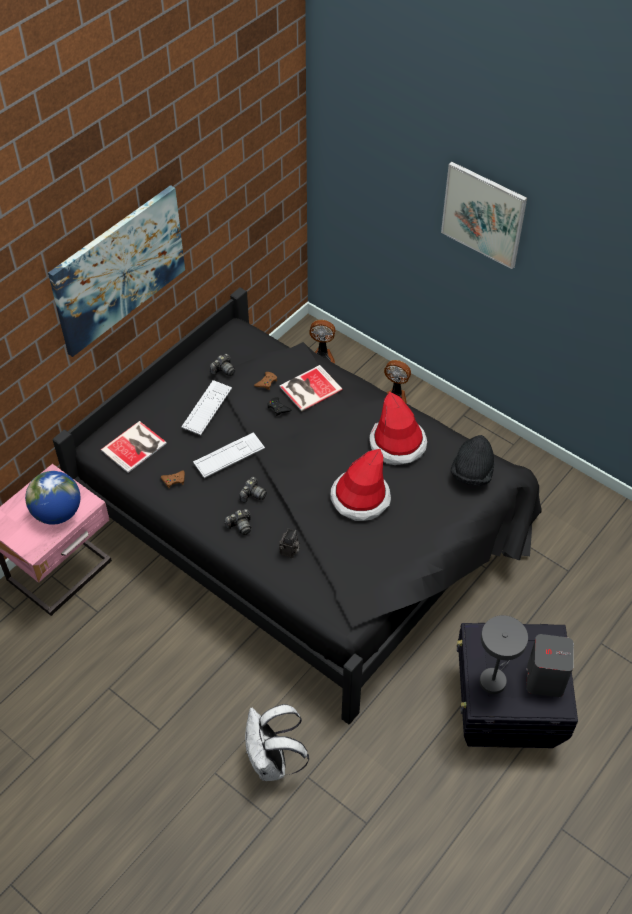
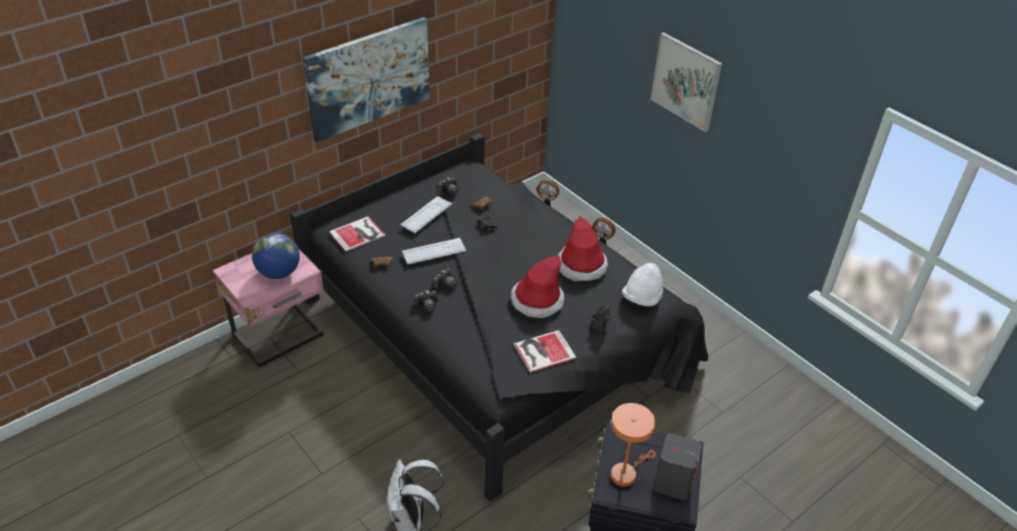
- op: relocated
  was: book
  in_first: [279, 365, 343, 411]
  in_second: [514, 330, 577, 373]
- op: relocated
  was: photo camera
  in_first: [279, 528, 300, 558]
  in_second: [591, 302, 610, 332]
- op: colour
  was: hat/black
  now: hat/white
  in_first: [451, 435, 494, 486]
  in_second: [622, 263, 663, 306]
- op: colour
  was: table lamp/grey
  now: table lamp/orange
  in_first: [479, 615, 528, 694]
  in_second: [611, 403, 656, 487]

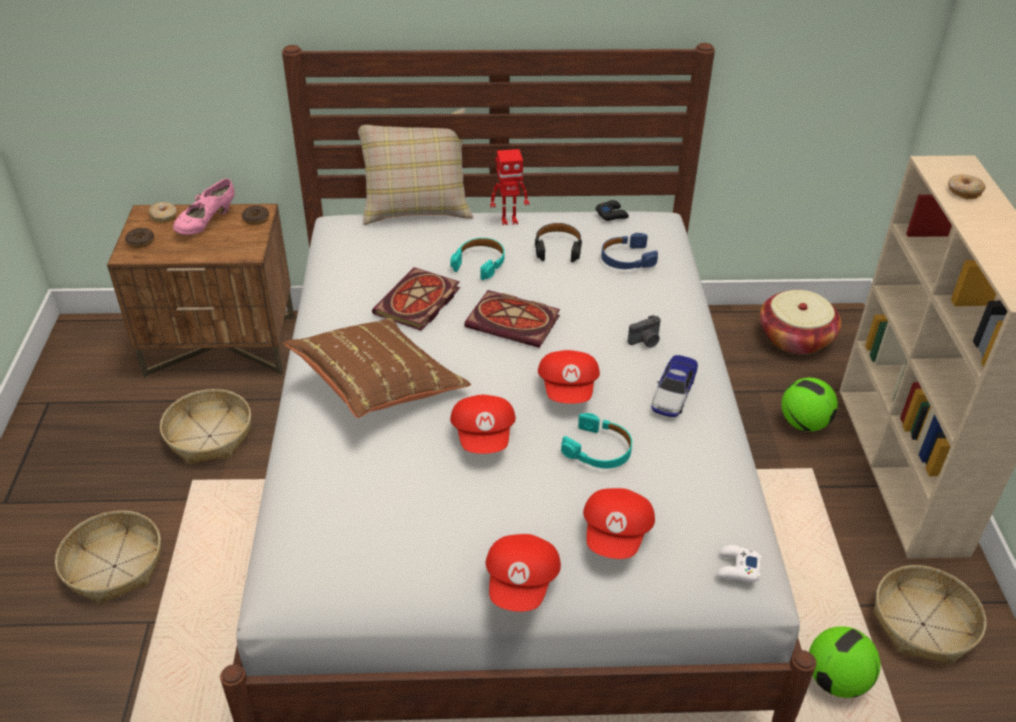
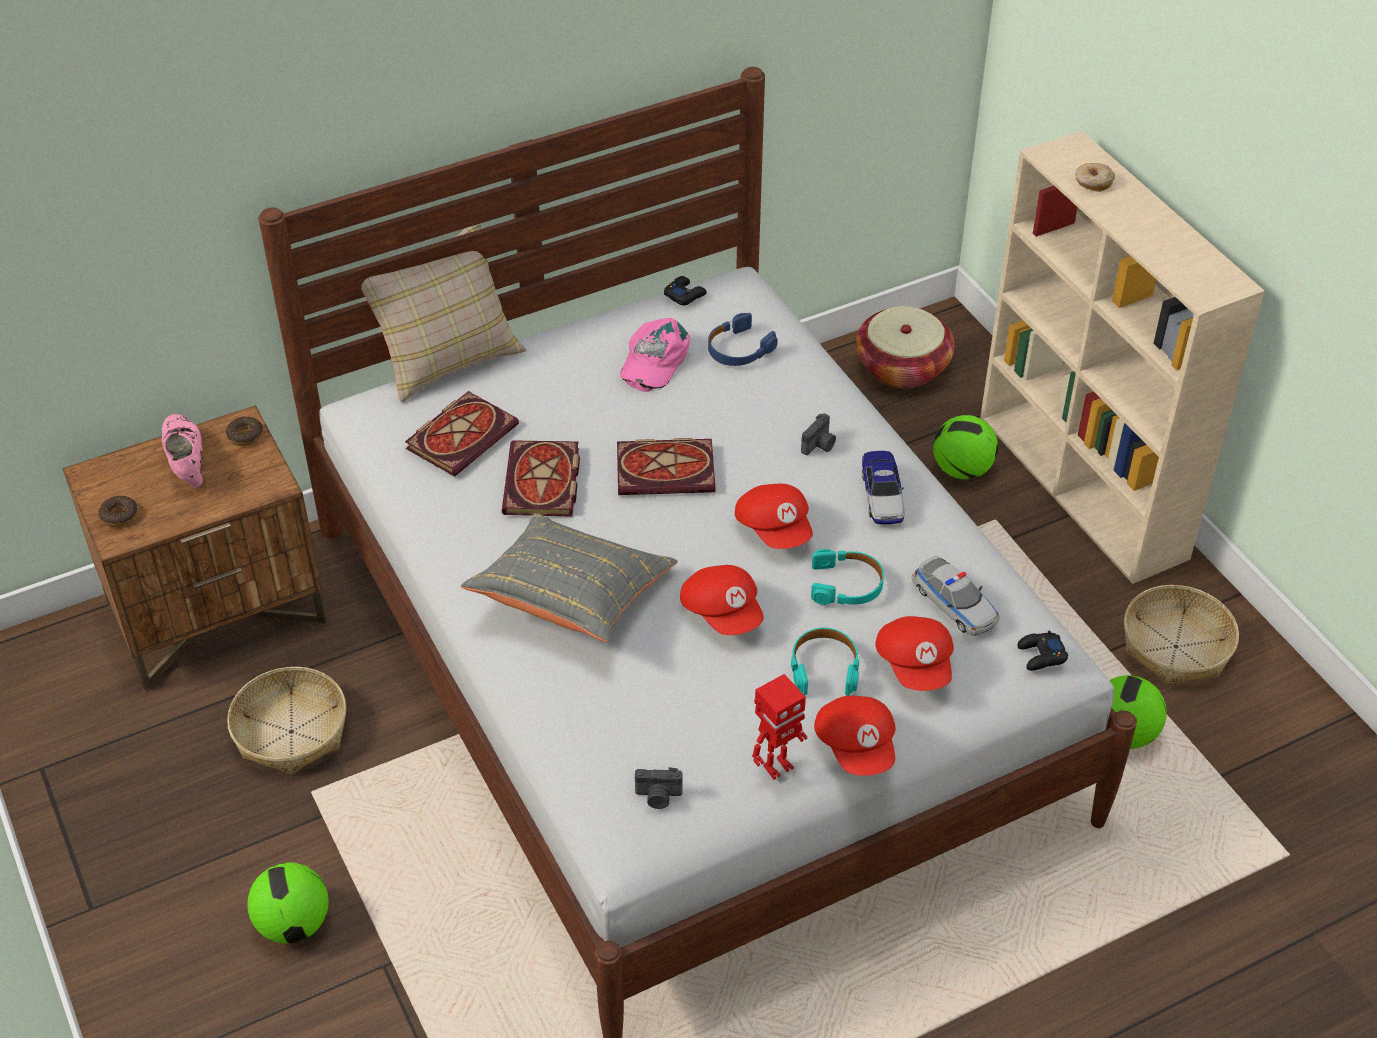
- op: missing
  was: donut
  in_first: [148, 202, 177, 222]
- op: appeared
  now: book
  in_second: [405, 391, 519, 477]
- op: appeared
  now: photo camera
  in_second: [635, 767, 683, 809]
- op: appeared
  now: toy car
  in_second: [912, 555, 999, 636]
- op: relocated
  was: headphones/turquoise
  in_first: [450, 238, 505, 280]
  in_second: [791, 627, 860, 696]
- op: relocated
  was: toy robot
  in_first: [490, 149, 529, 225]
  in_second: [752, 674, 807, 780]
- op: exchanged
  was: basket
  now: football
  in_first: [55, 511, 161, 605]
  in_second: [247, 862, 329, 943]
- op: exchanged
  was: headphones/black
  now: cap/pink
  in_first: [535, 223, 582, 262]
  in_second: [620, 318, 690, 392]
- op: colour
  was: pillow/brown
  now: pillow/grey
  in_first: [283, 318, 471, 418]
  in_second: [461, 513, 678, 642]
- op: colour
  was: game controller/white
  now: game controller/black
  in_first: [717, 545, 762, 582]
  in_second: [1017, 631, 1068, 671]
- op: spun
  was: shoe/pink
  in_first: [173, 178, 235, 235]
  in_second: [162, 414, 203, 488]
  clockwise: 150

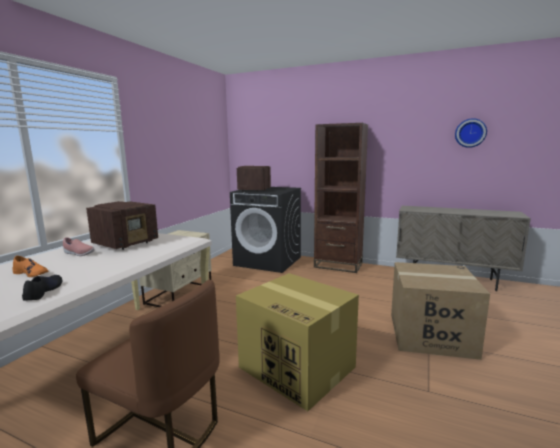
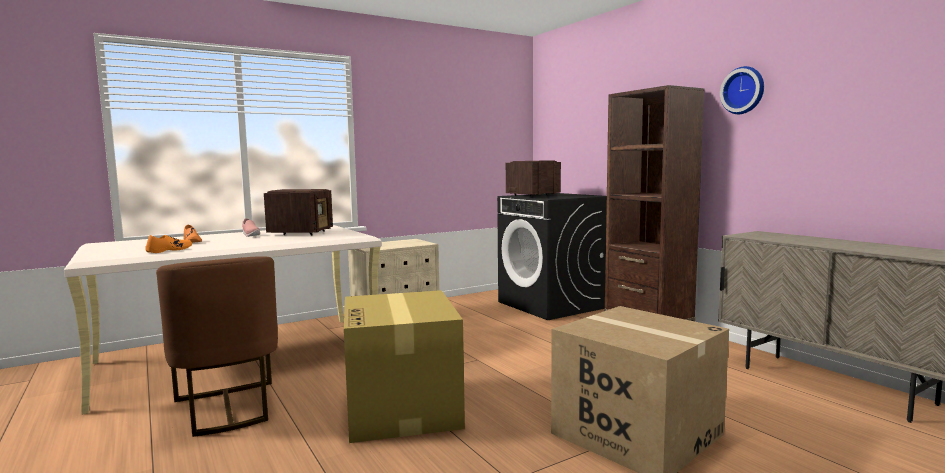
- op: relocated
  was: wall clock
  in_first: [455, 118, 487, 148]
  in_second: [720, 66, 764, 114]
- op: colour
  was: shoe/black
  now: shoe/orange
  in_first: [22, 275, 63, 301]
  in_second: [145, 235, 192, 253]
- op: spun
  was: radio
  in_first: [86, 201, 158, 250]
  in_second: [264, 189, 333, 236]
  clockwise: -60

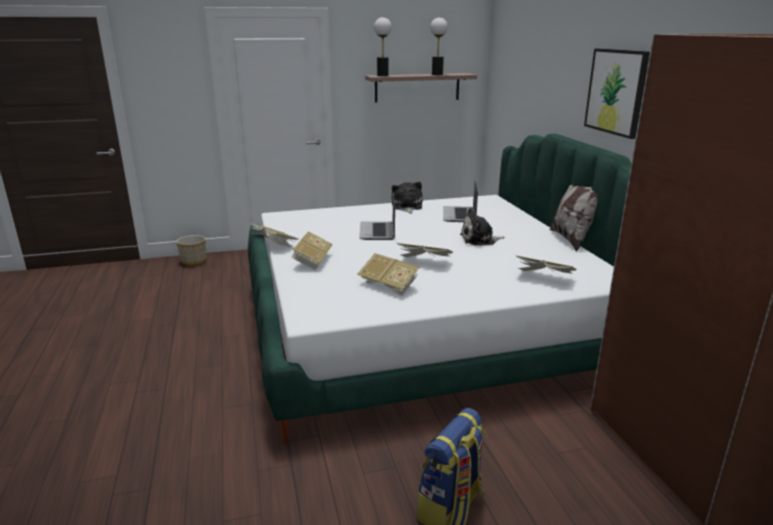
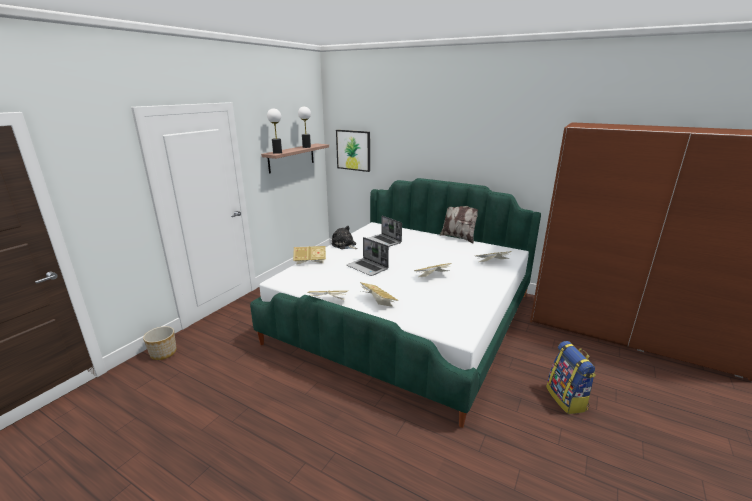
- op: missing
  was: plush toy
  in_first: [460, 208, 505, 246]
- op: relocated
  was: book
  in_first: [357, 253, 419, 296]
  in_second: [293, 246, 326, 264]
- op: relocated
  was: picture
  in_first: [584, 48, 650, 139]
  in_second: [336, 130, 370, 172]

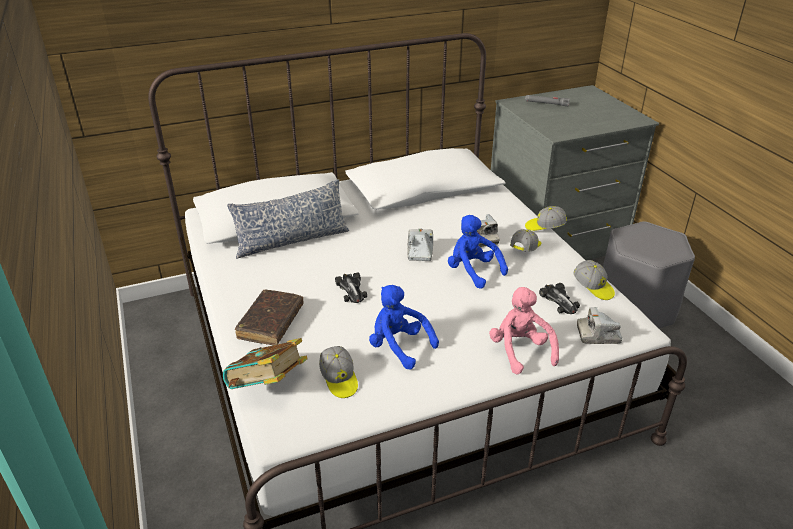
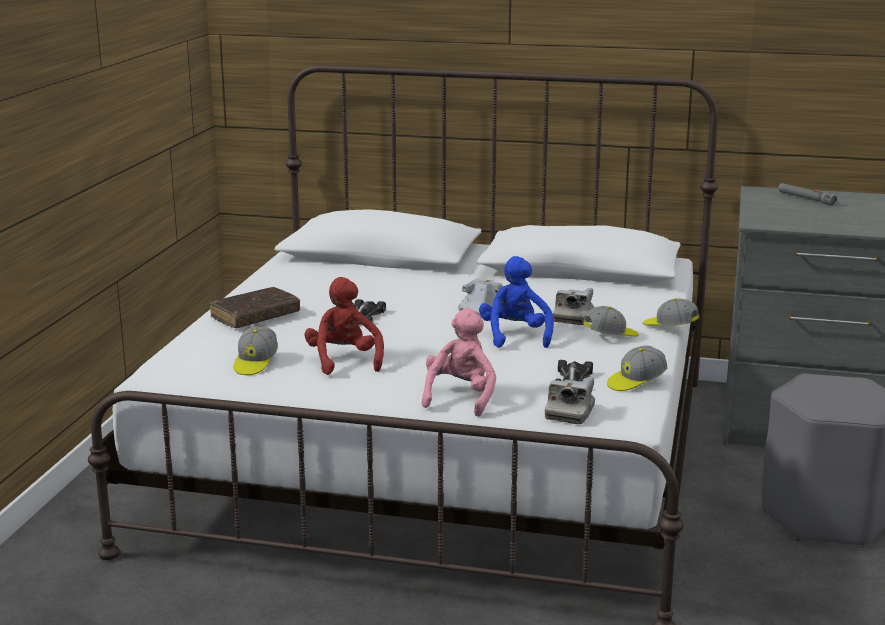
- op: missing
  was: book
  in_first: [223, 338, 308, 389]
- op: missing
  was: pillow
  in_first: [227, 179, 350, 259]
- op: colour
  was: plush toy/blue
  now: plush toy/red
  in_first: [369, 285, 439, 370]
  in_second: [304, 277, 384, 375]
- op: spun
  was: cap
  in_first: [573, 260, 615, 300]
  in_second: [607, 345, 668, 391]
  clockwise: 60
- op: spun
  was: photo camera
  in_first: [577, 307, 623, 344]
  in_second: [545, 377, 595, 424]
  clockwise: -105

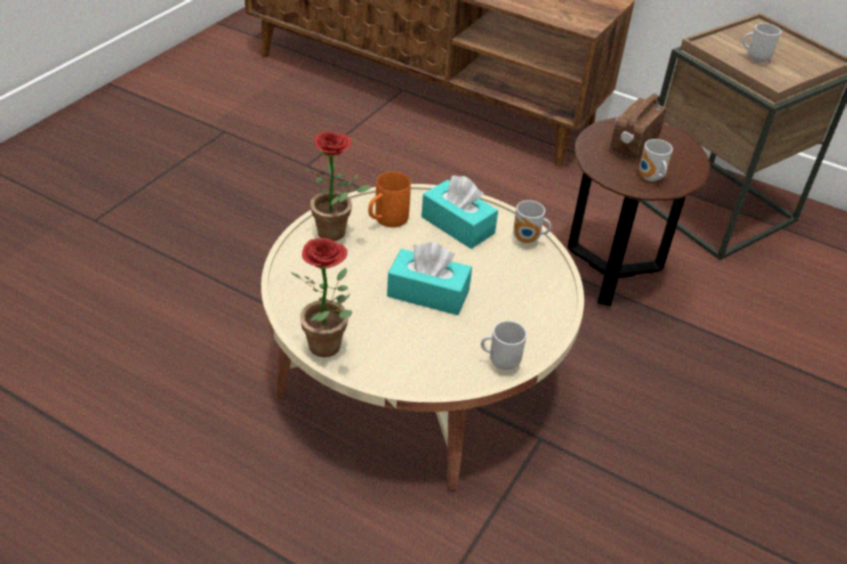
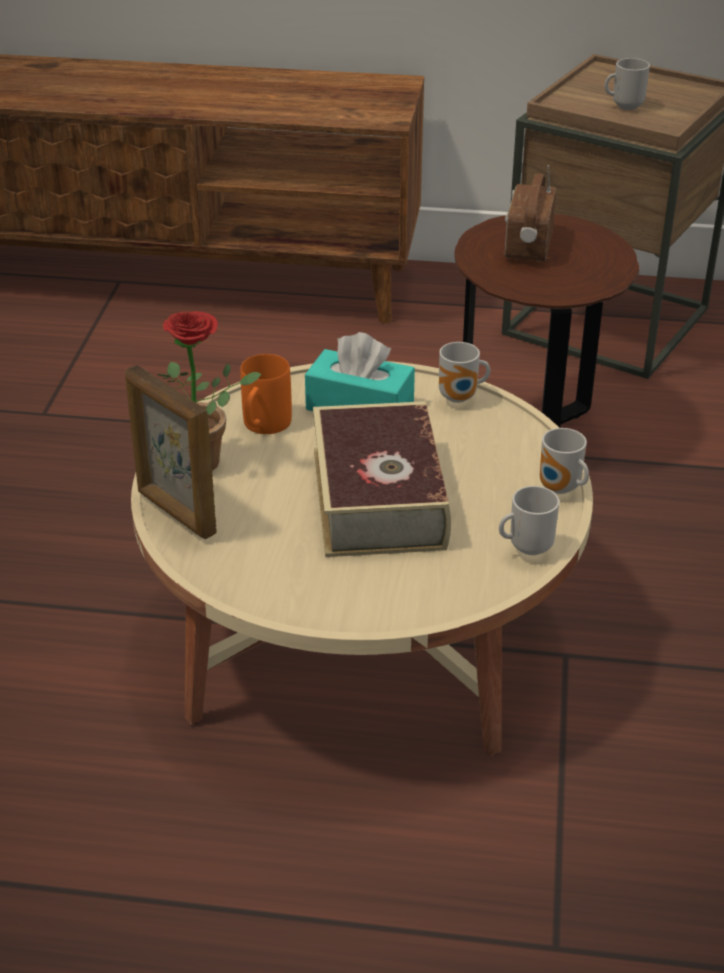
- op: missing
  was: potted plant
  in_first: [291, 238, 352, 357]
- op: appeared
  now: picture frame
  in_second: [125, 365, 217, 539]
- op: relocated
  was: mug
  in_first: [639, 139, 673, 181]
  in_second: [540, 428, 589, 494]
- op: exchanged
  was: tissue box/turquoise
  now: book
  in_first: [387, 242, 472, 315]
  in_second: [313, 401, 451, 557]

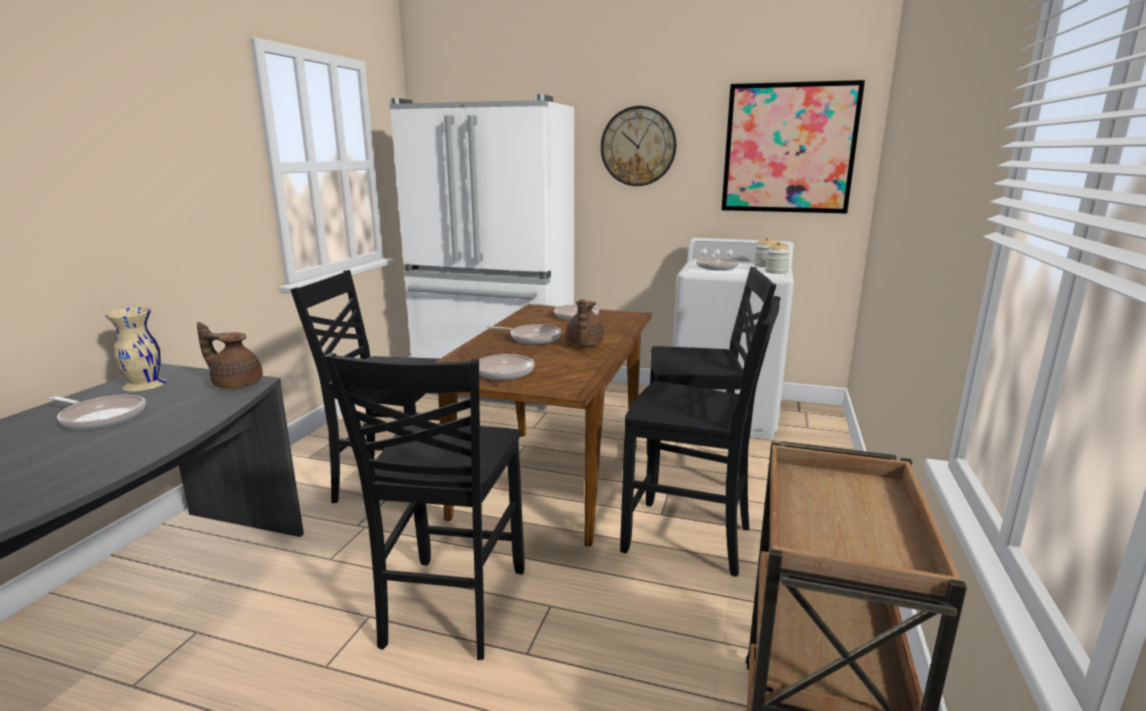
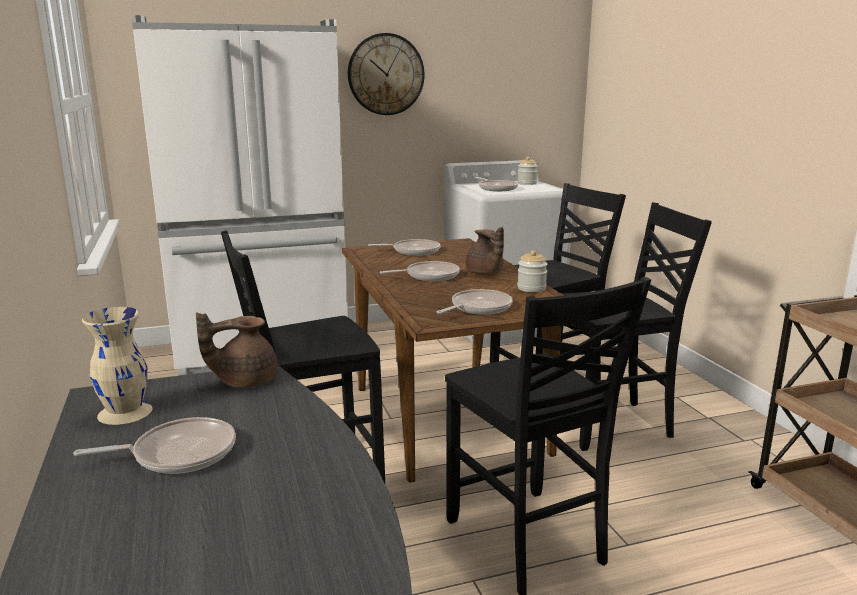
- op: missing
  was: picture
  in_first: [721, 80, 865, 213]
- op: relocated
  was: jar
  in_first: [765, 241, 790, 274]
  in_second: [517, 250, 548, 292]

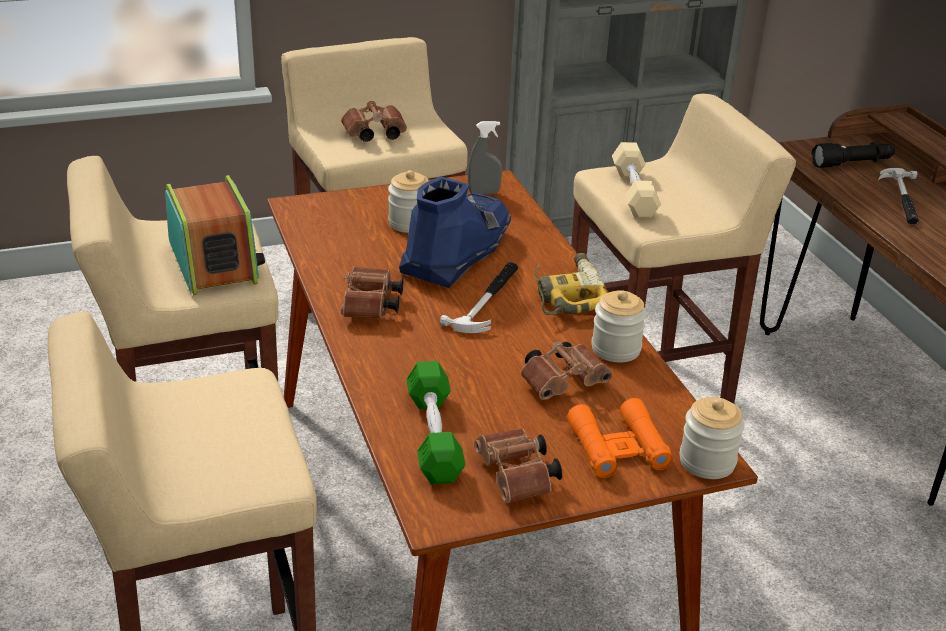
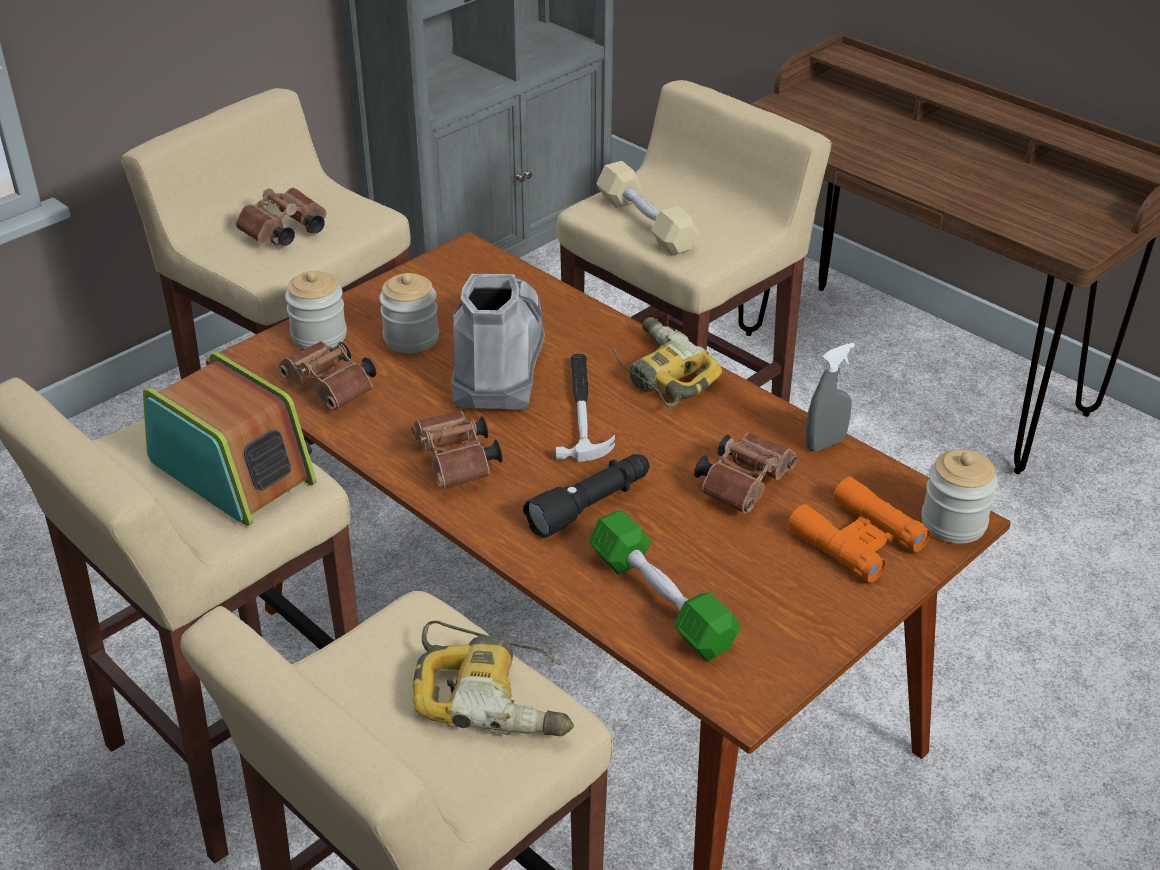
- op: missing
  was: hammer
  in_first: [878, 168, 919, 225]
- op: appeared
  now: power drill
  in_second: [413, 621, 574, 736]
- op: relocated
  was: spray bottle/grey
  in_first: [468, 121, 502, 194]
  in_second: [805, 343, 855, 451]
- op: relocated
  was: binoculars/brown
  in_first: [474, 428, 562, 503]
  in_second: [278, 341, 376, 411]
- op: relocated
  was: jar
  in_first: [591, 290, 646, 363]
  in_second: [285, 271, 347, 349]
- op: relocated
  was: flashlight/black
  in_first: [812, 142, 895, 168]
  in_second: [523, 454, 650, 538]
- op: colour
  was: boot/blue
  now: boot/grey
  in_first: [399, 176, 511, 288]
  in_second: [451, 274, 545, 409]

